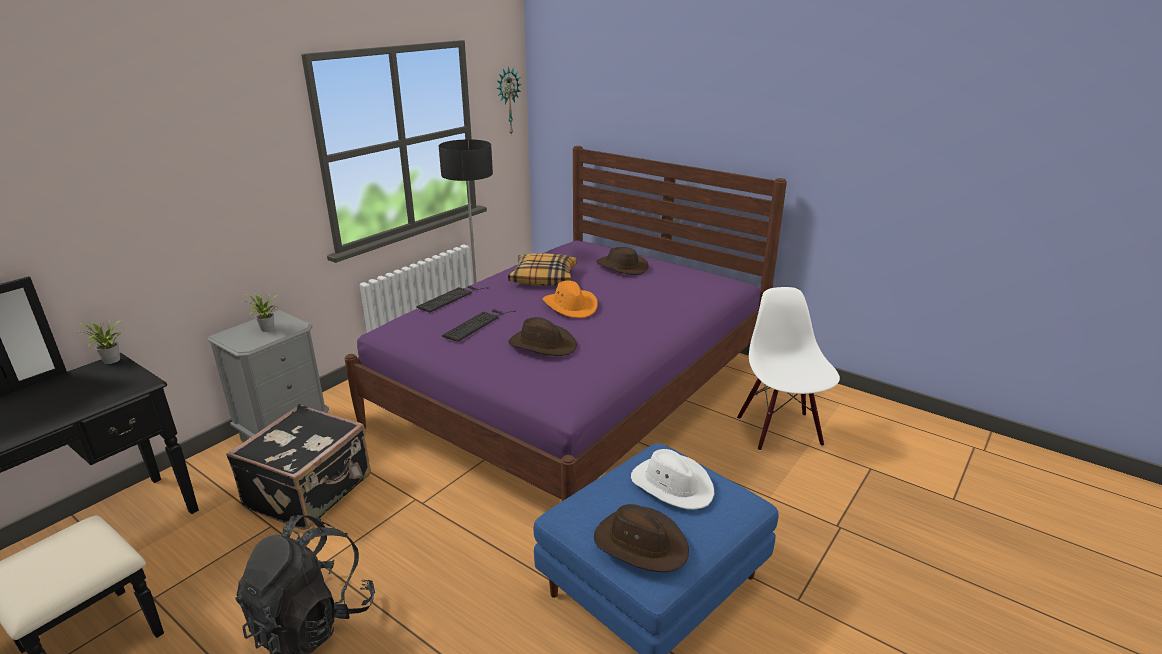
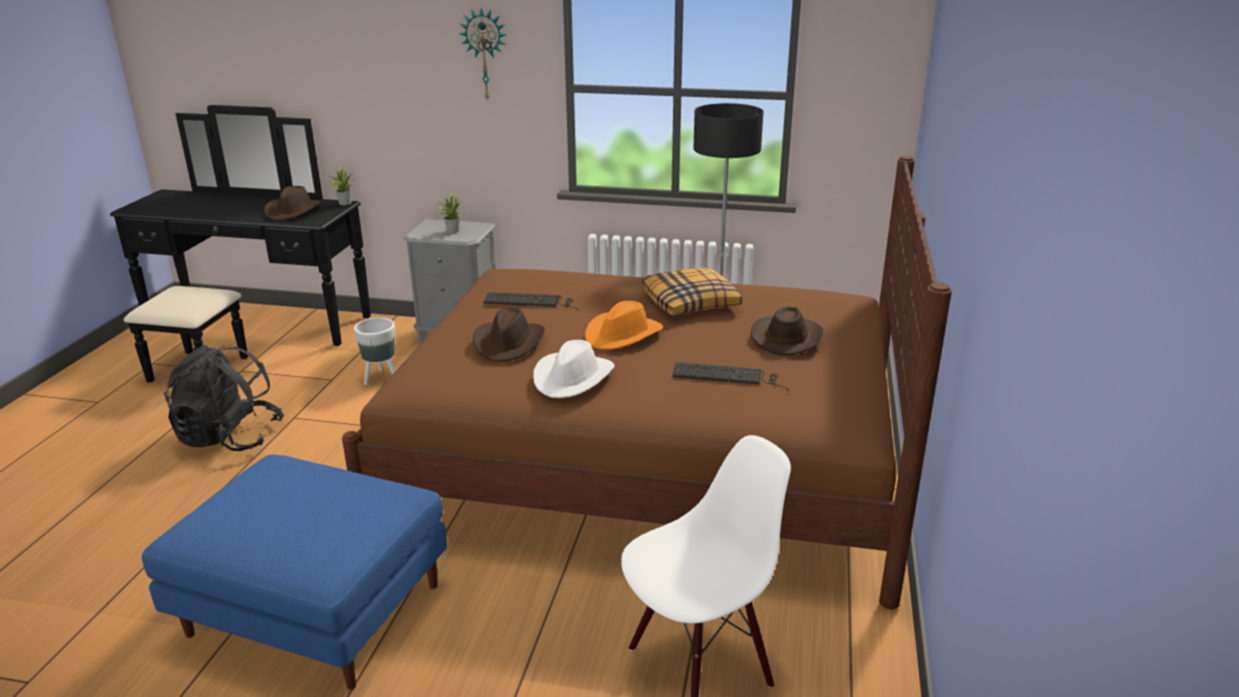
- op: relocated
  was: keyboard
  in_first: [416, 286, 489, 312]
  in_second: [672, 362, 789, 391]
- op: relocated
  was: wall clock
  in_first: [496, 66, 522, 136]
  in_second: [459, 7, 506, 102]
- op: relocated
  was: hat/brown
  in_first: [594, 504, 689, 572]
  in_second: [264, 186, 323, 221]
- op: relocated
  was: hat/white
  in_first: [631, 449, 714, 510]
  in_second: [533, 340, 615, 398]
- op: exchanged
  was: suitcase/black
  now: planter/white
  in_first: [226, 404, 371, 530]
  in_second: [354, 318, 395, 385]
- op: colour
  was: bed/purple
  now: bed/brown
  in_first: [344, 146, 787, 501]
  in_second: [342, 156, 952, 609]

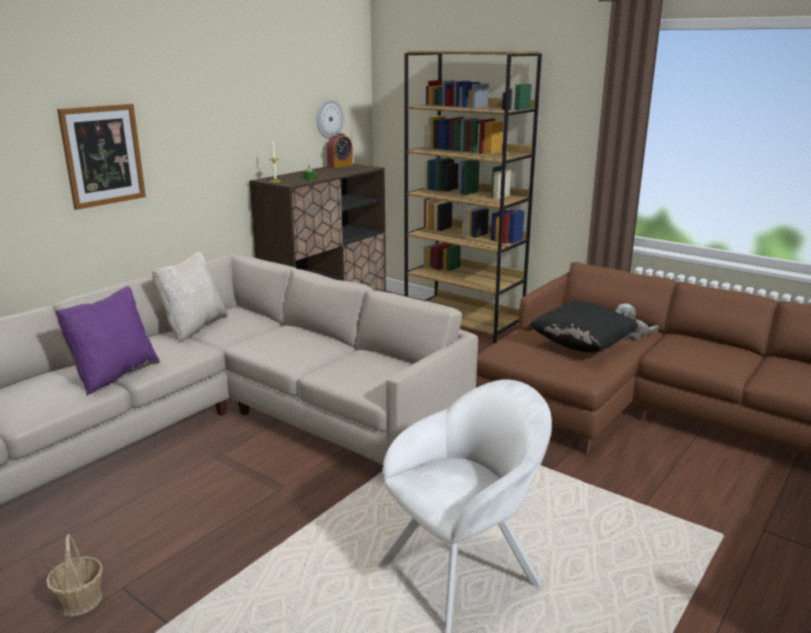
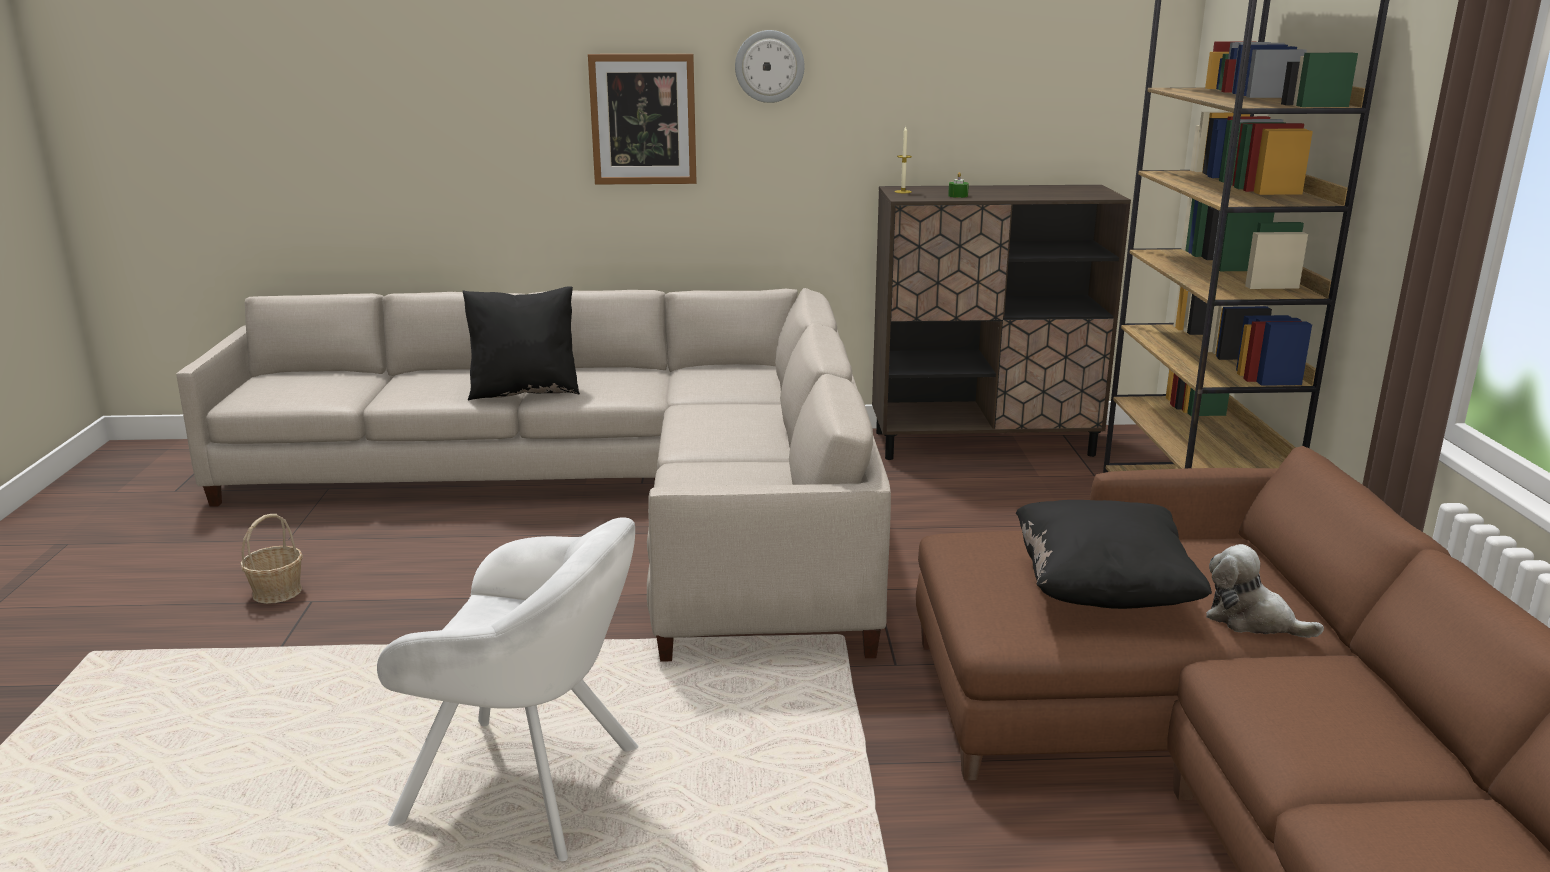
- op: missing
  was: pillow/beige
  in_first: [151, 251, 228, 343]
- op: missing
  was: alarm clock
  in_first: [327, 133, 353, 168]
- op: relocated
  was: wall clock
  in_first: [317, 99, 344, 139]
  in_second: [735, 30, 805, 103]
- op: colour
  was: pillow/purple
  now: pillow/black
  in_first: [55, 286, 159, 395]
  in_second: [463, 286, 580, 400]

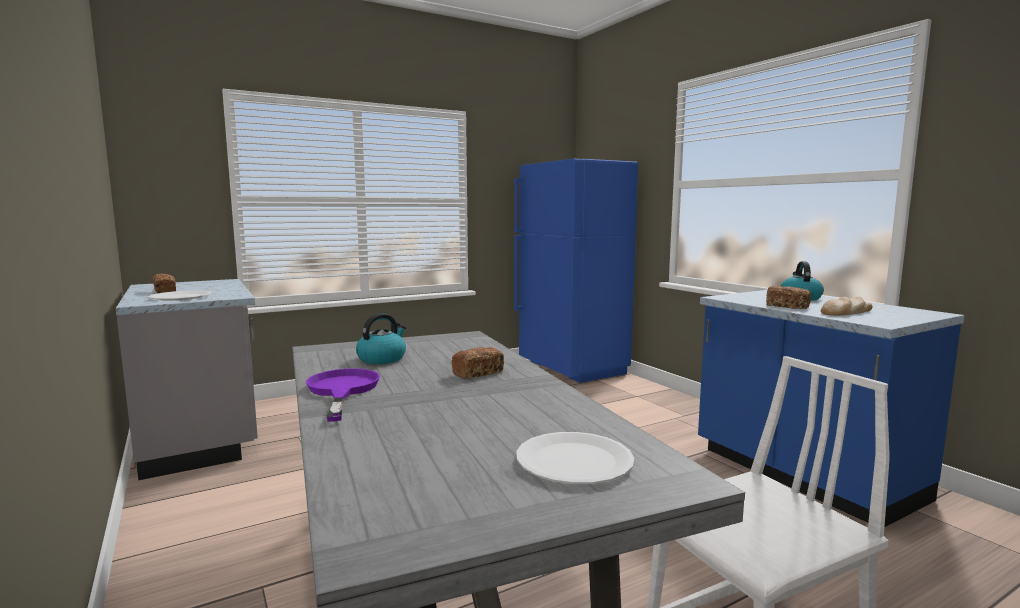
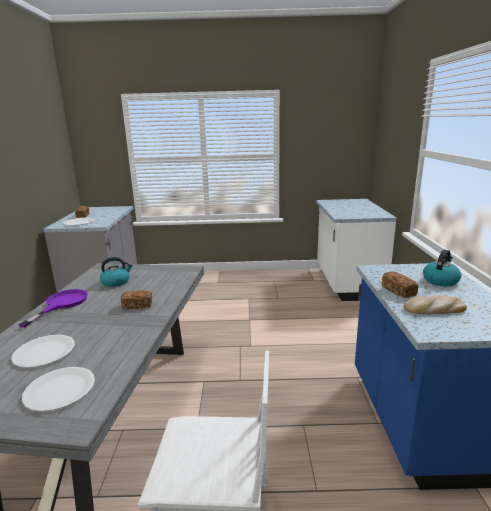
- op: appeared
  now: plate/white
  in_second: [11, 335, 75, 368]
- op: exchanged
  was: fridge/blue
  now: counter/white
  in_first: [514, 158, 638, 383]
  in_second: [316, 199, 397, 301]

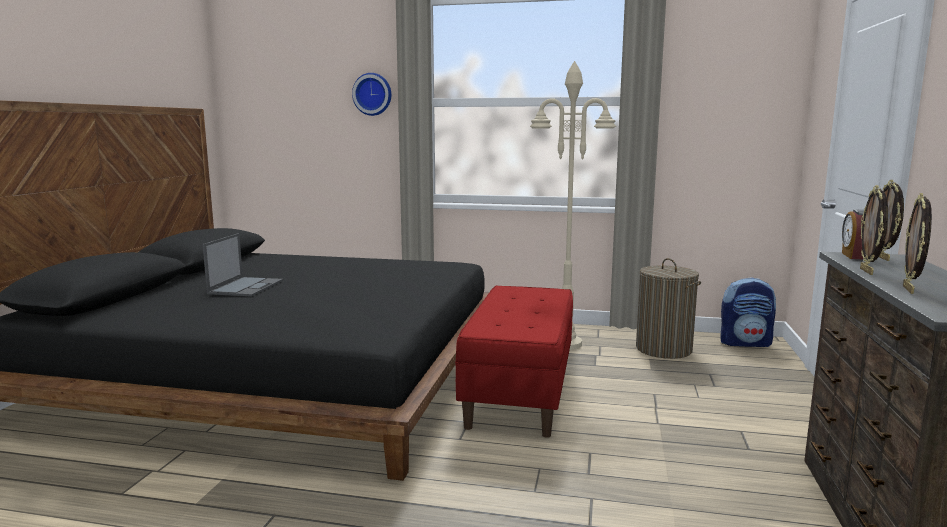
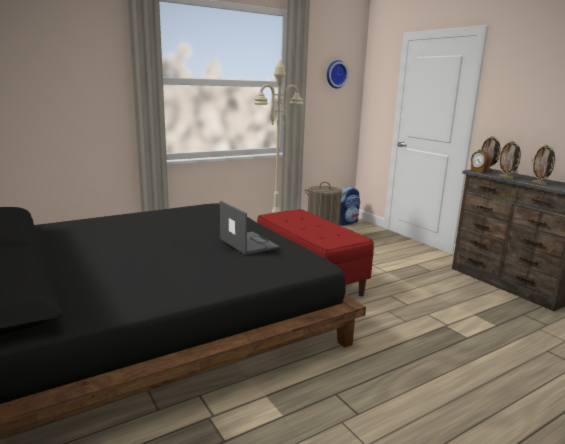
- op: relocated
  was: laptop
  in_first: [202, 233, 283, 297]
  in_second: [220, 201, 280, 255]
- op: relocated
  was: wall clock
  in_first: [352, 73, 391, 116]
  in_second: [327, 60, 349, 89]

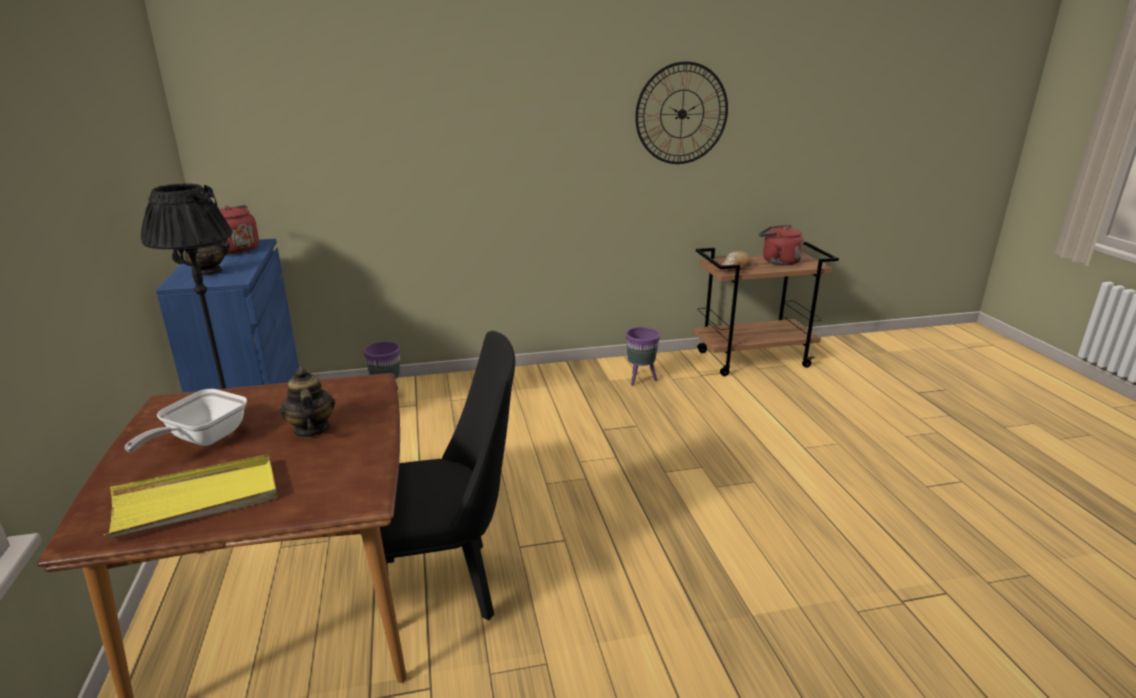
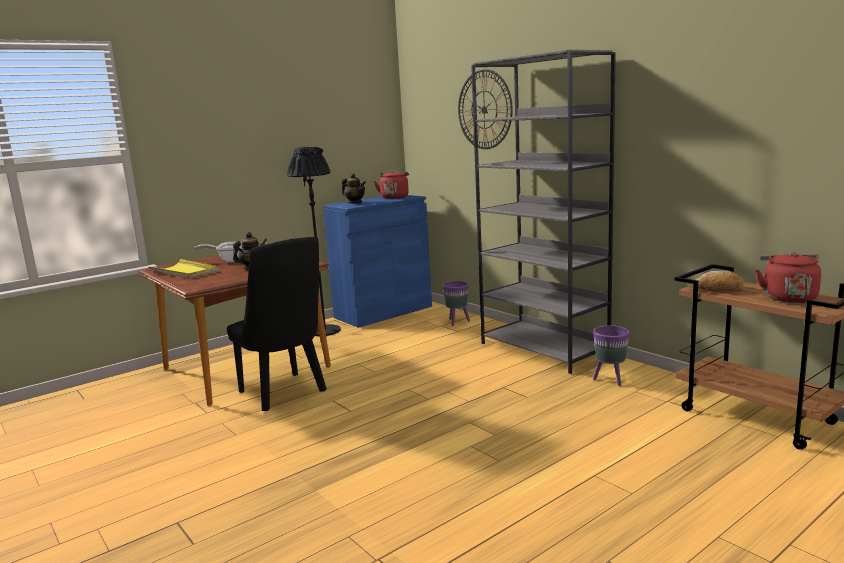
- op: appeared
  now: bookcase/grey
  in_second: [471, 50, 616, 374]
- op: relocated
  was: wall clock
  in_first: [635, 61, 728, 164]
  in_second: [458, 69, 513, 149]

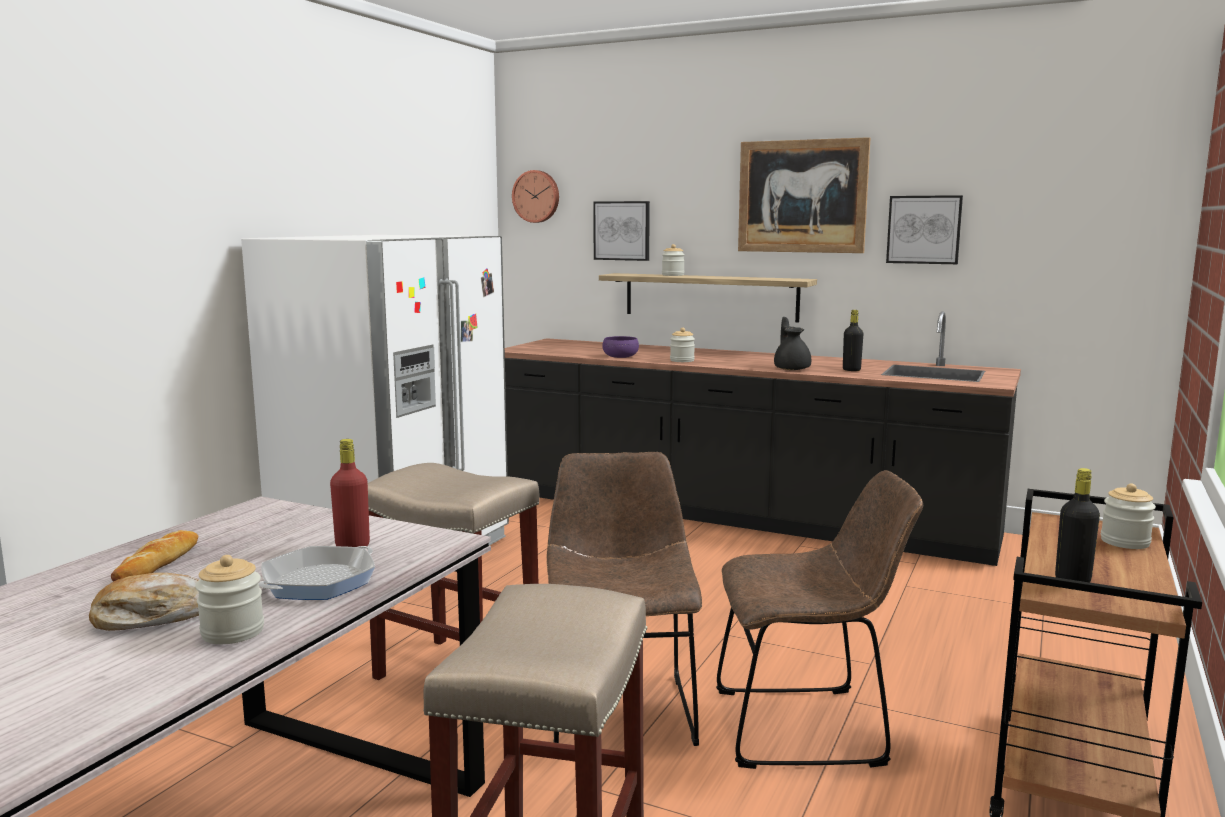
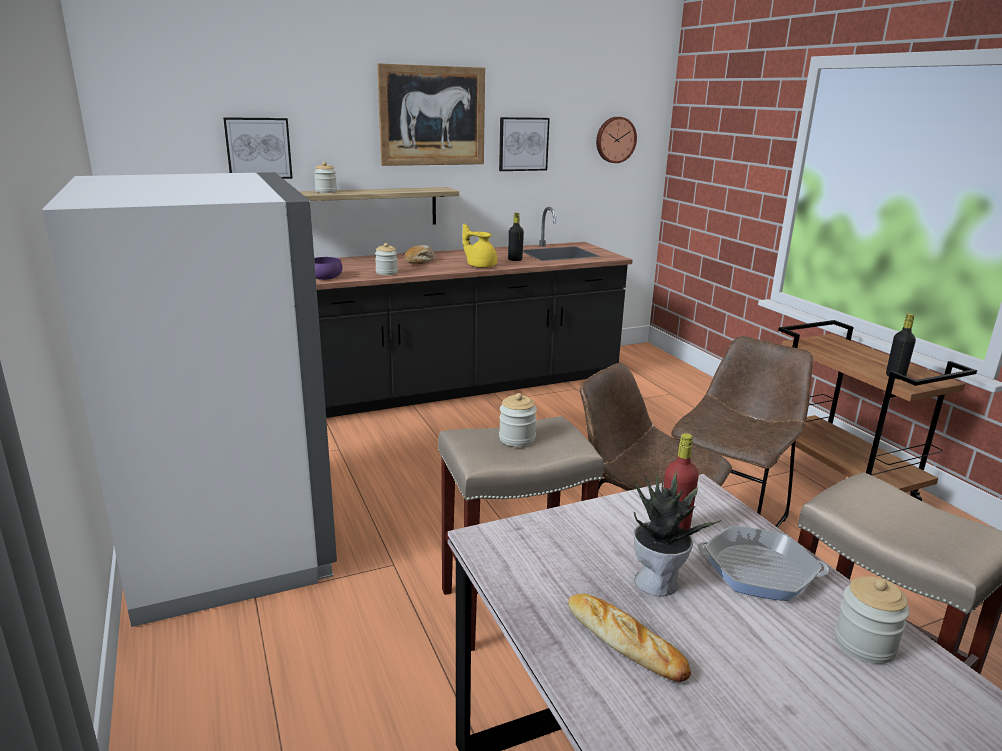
- op: appeared
  now: potted plant
  in_second: [634, 471, 722, 596]
- op: relocated
  was: bread
  in_first: [89, 573, 199, 631]
  in_second: [405, 245, 435, 264]
- op: relocated
  was: wall clock
  in_first: [512, 170, 559, 223]
  in_second: [596, 117, 637, 163]
- op: relocated
  was: jar
  in_first: [1101, 484, 1156, 549]
  in_second: [499, 393, 537, 447]
- op: colour
  was: teapot/black
  now: teapot/yellow
  in_first: [774, 317, 811, 370]
  in_second: [463, 223, 497, 268]
- op: spun
  was: frying pan
  in_first: [258, 546, 375, 600]
  in_second: [698, 525, 829, 601]
  clockwise: -60

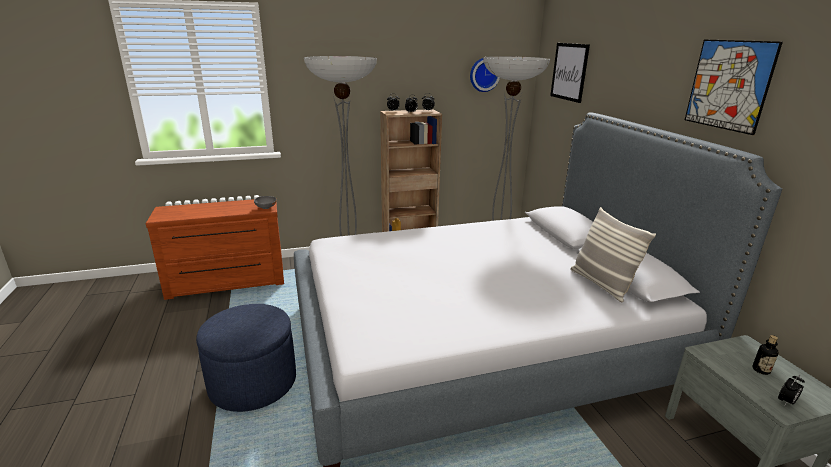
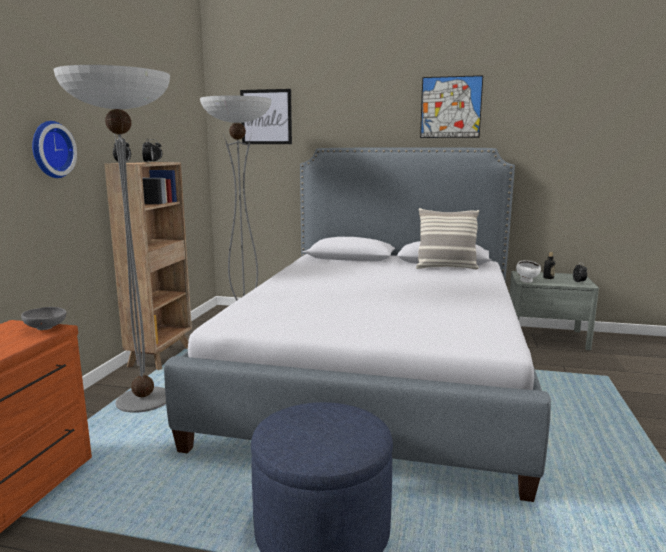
- op: appeared
  now: bowl/white
  in_second: [516, 261, 541, 283]
- op: relocated
  was: wall clock
  in_first: [470, 58, 500, 92]
  in_second: [32, 121, 77, 178]

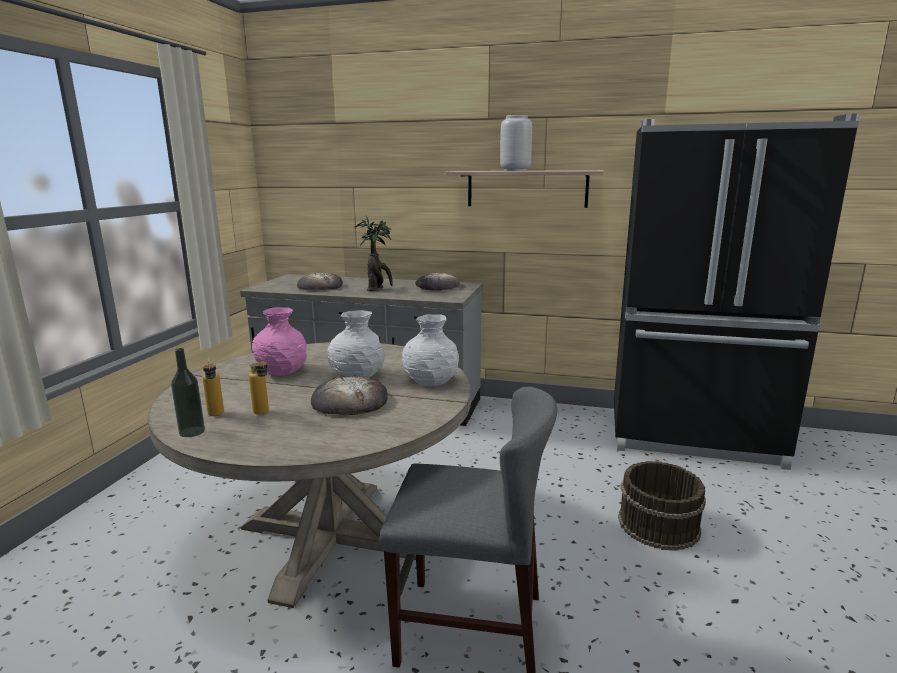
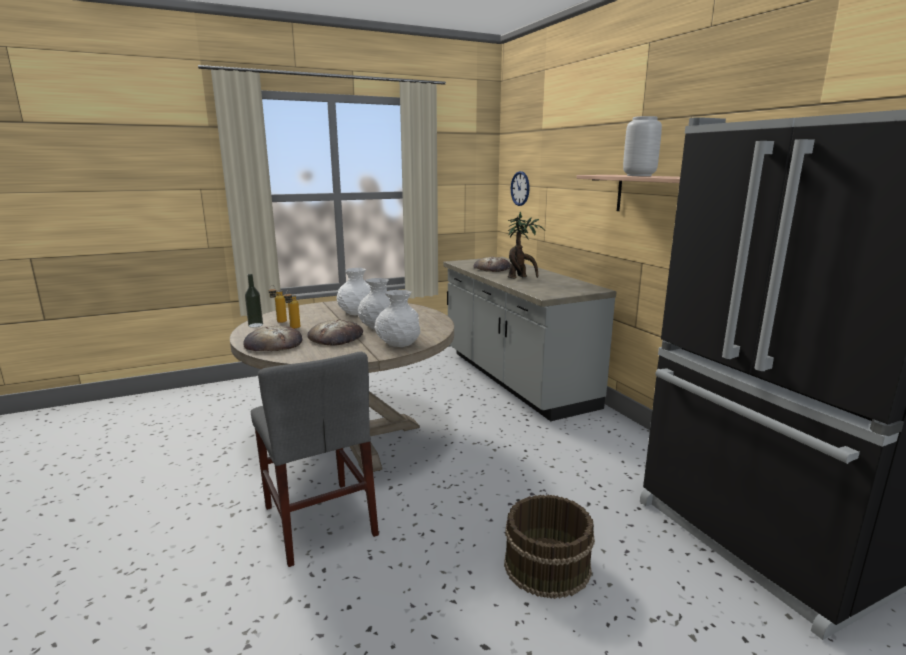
- op: appeared
  now: wall clock
  in_second: [511, 171, 530, 206]
- op: relocated
  was: bread
  in_first: [415, 273, 460, 291]
  in_second: [243, 326, 302, 351]
- op: colour
  was: vase/pink
  now: vase/white
  in_first: [252, 307, 307, 376]
  in_second: [337, 268, 371, 315]

